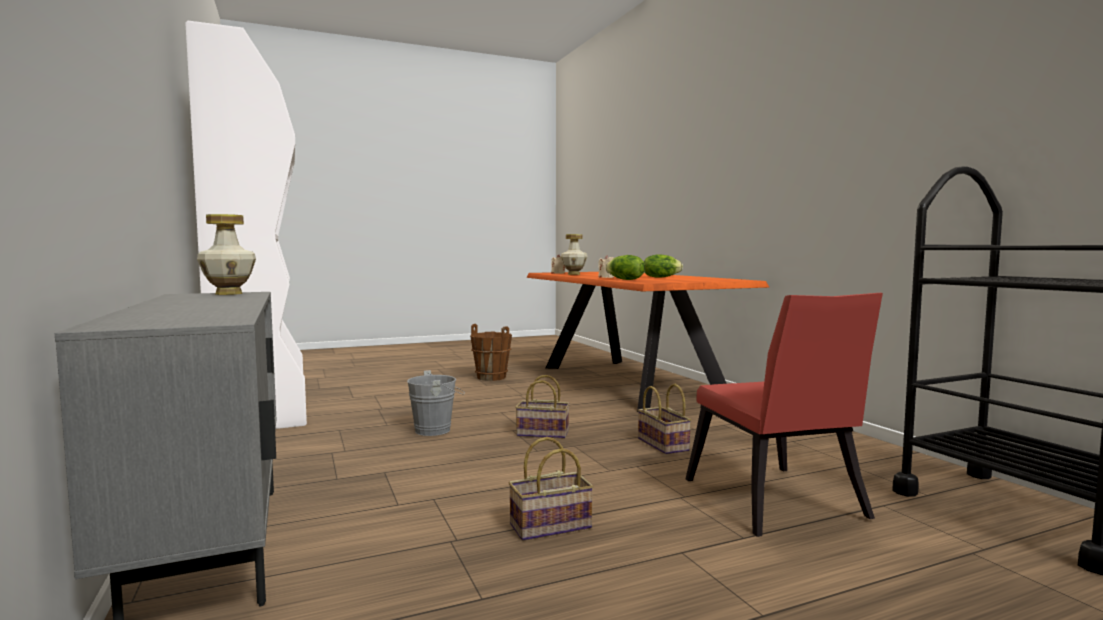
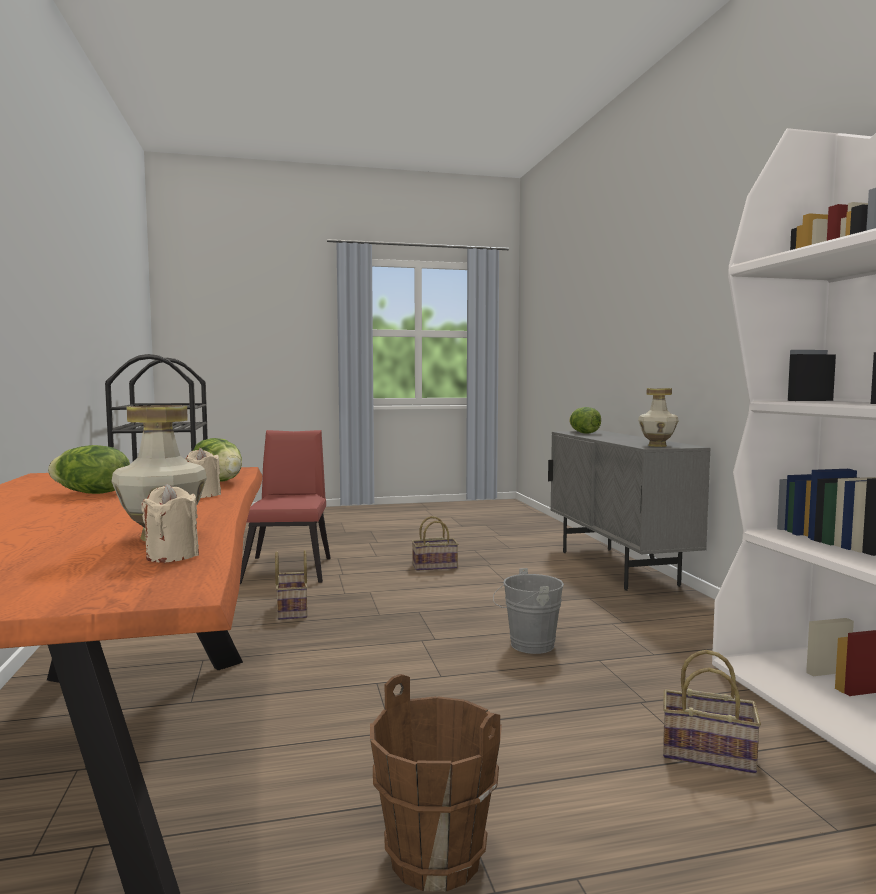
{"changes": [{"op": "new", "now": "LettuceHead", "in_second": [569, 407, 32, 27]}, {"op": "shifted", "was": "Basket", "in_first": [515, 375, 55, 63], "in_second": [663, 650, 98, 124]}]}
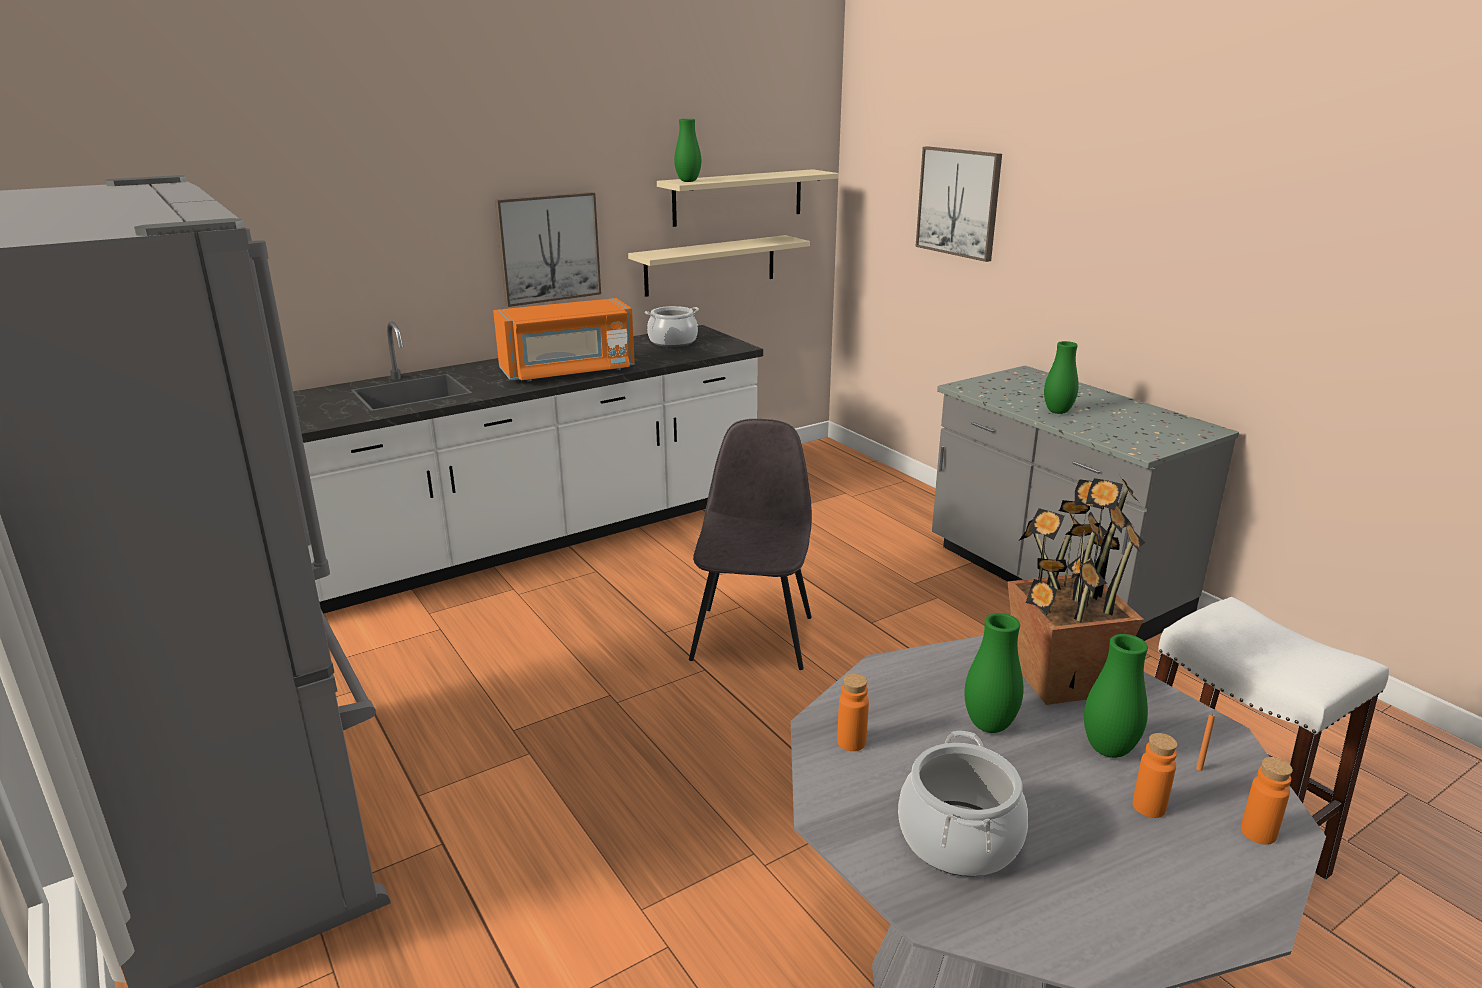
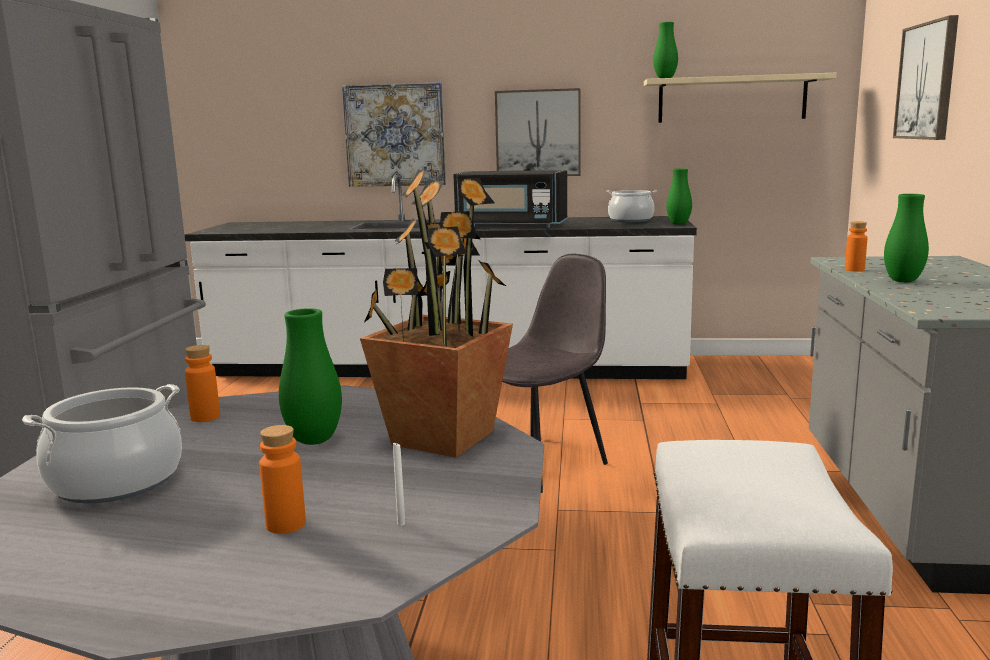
{"changes": [{"op": "gone", "was": "BeigeColouredShelf", "in_first": [628, 235, 182, 62]}, {"op": "new", "now": "Picture", "in_second": [342, 82, 104, 105]}, {"op": "shifted", "was": "GreenColouredFlowerVase", "in_first": [1084, 634, 64, 124], "in_second": [667, 169, 25, 56]}, {"op": "shifted", "was": "OrangeDrinkBottle", "in_first": [1241, 757, 52, 88], "in_second": [845, 222, 23, 49]}, {"op": "repainted", "was": "OrangeKitchenMicrowave", "now": "BlackishKitchenMicrowave", "in_first": [493, 298, 142, 84], "in_second": [453, 170, 114, 58]}, {"op": "repainted", "was": "OrangeCandle", "now": "WhiteColouredCandle", "in_first": [1196, 713, 19, 58], "in_second": [393, 442, 12, 84]}]}
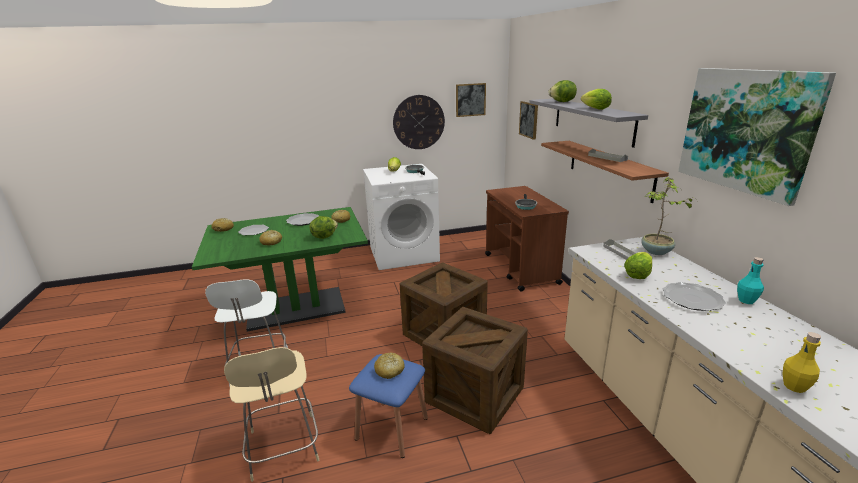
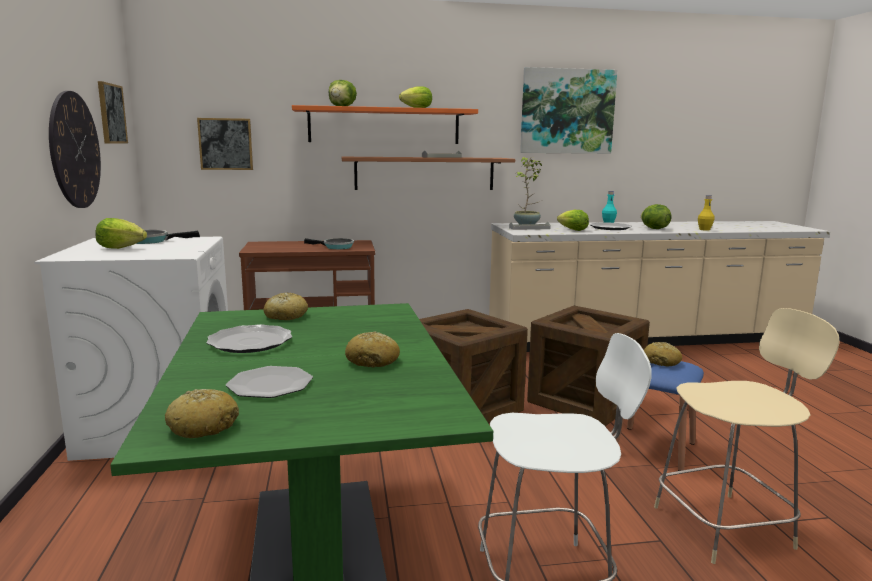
{"changes": [{"op": "shifted", "was": "LettuceHead", "in_first": [309, 216, 29, 23], "in_second": [641, 204, 30, 25]}, {"op": "repainted", "was": "GreyishShelf", "now": "OrangeShelf", "in_first": [529, 98, 119, 50], "in_second": [292, 105, 186, 39]}]}
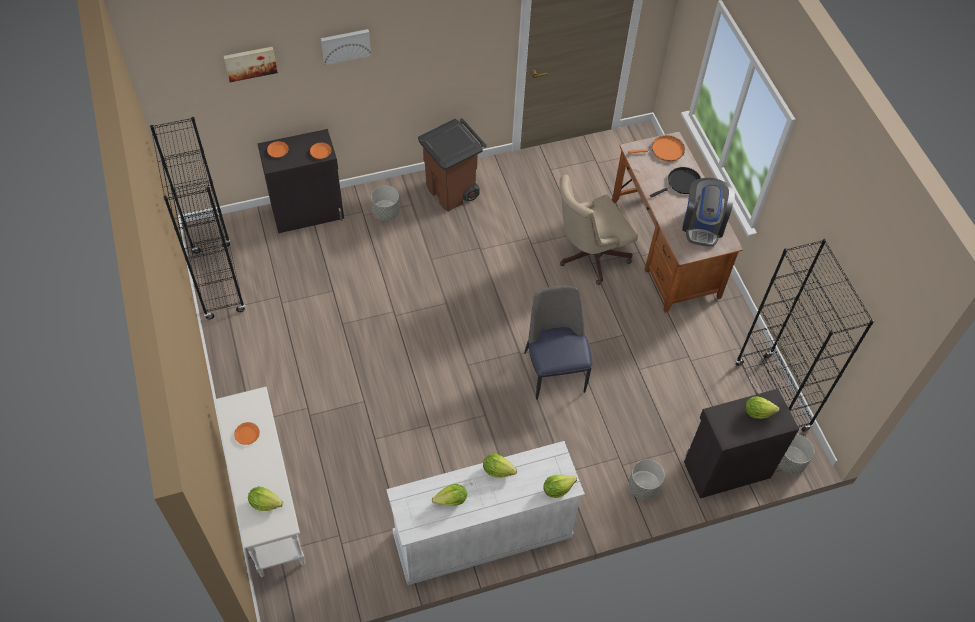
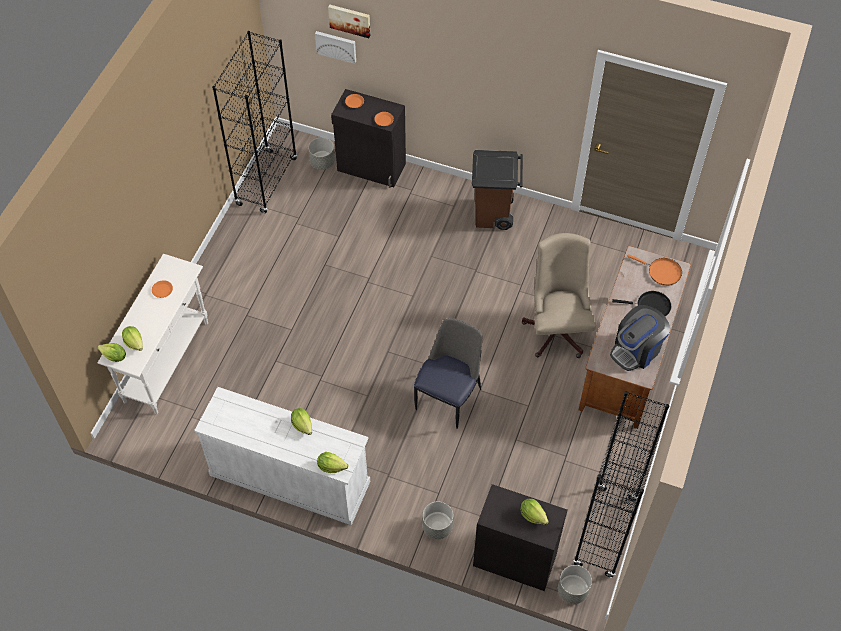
{"changes": [{"op": "shifted", "was": "Picture", "in_first": [321, 29, 50, 36], "in_second": [315, 31, 41, 33]}, {"op": "shifted", "was": "GreyishPlantPot", "in_first": [371, 186, 29, 35], "in_second": [308, 138, 27, 32]}, {"op": "shifted", "was": "LettuceHead", "in_first": [432, 484, 35, 22], "in_second": [97, 343, 29, 19]}, {"op": "rotated", "was": "BeigeColouredDeskChair", "in_first": [559, 175, 79, 110], "in_second": [522, 233, 74, 125], "clockwise": 75}]}
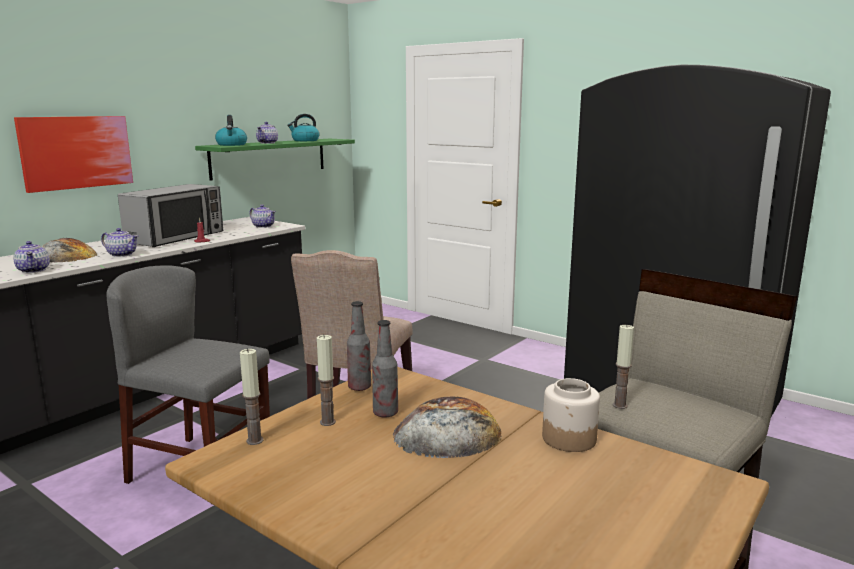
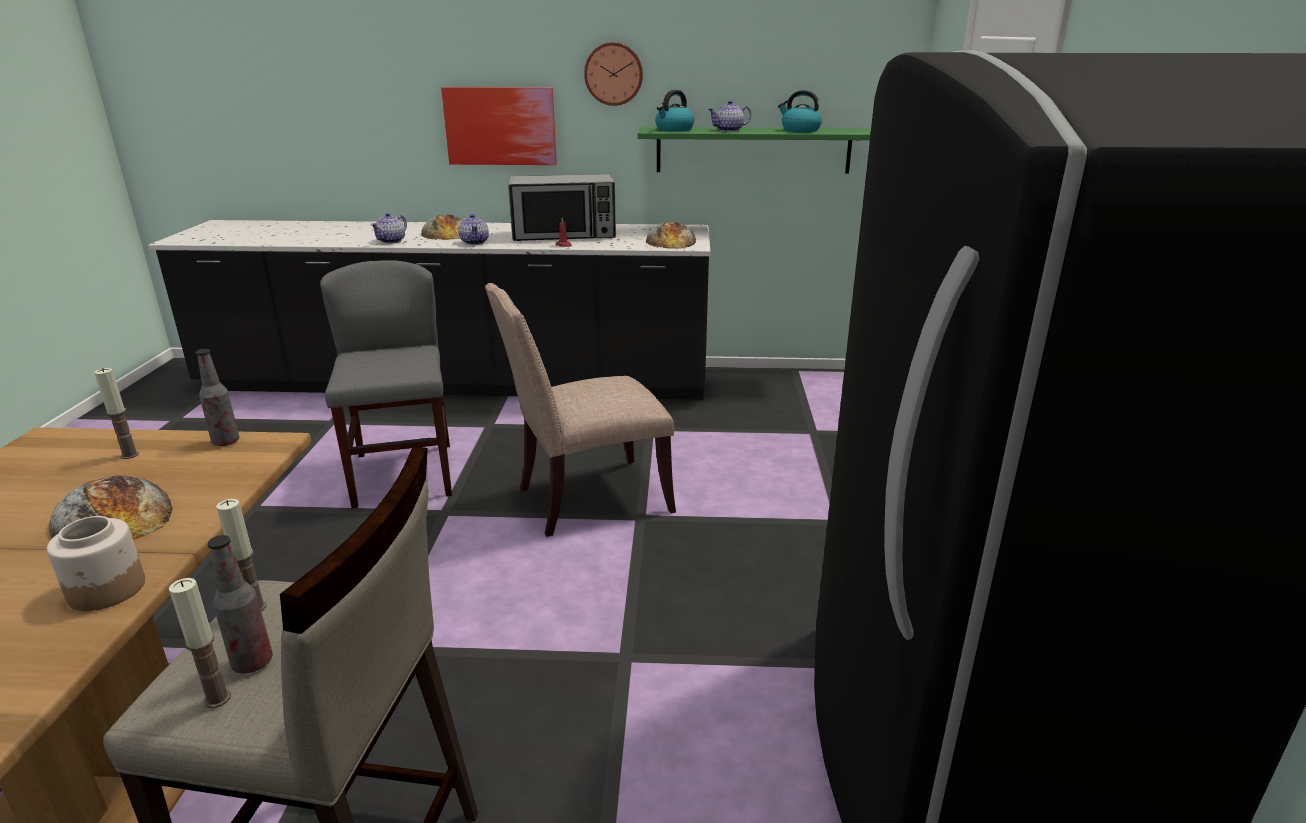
{"changes": [{"op": "new", "now": "WallClock", "in_second": [584, 42, 59, 64]}, {"op": "shifted", "was": "Candle", "in_first": [240, 348, 24, 97], "in_second": [169, 578, 62, 130]}, {"op": "shifted", "was": "DrinkBottle", "in_first": [372, 320, 26, 98], "in_second": [208, 535, 65, 138]}, {"op": "swapped", "was": "TeaPot", "now": "BakeryBread", "in_first": [249, 204, 27, 24], "in_second": [646, 222, 50, 27]}]}
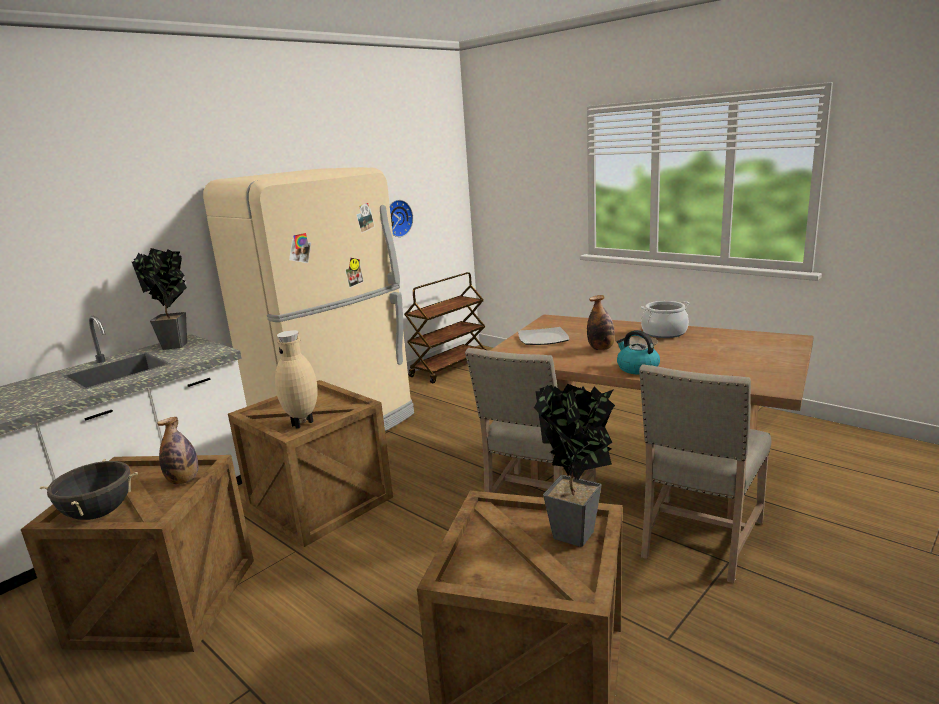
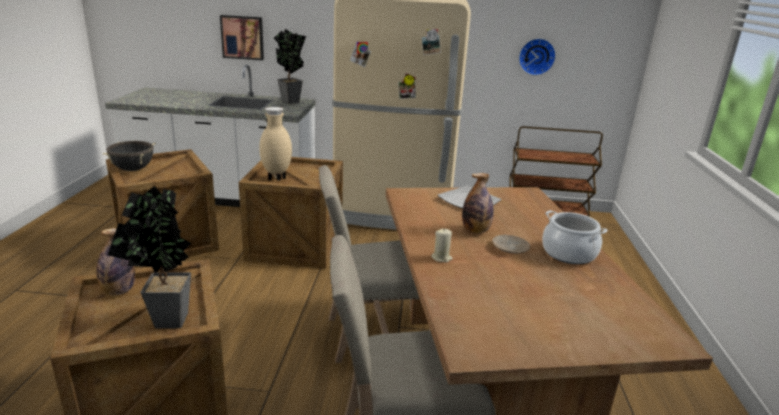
{"changes": [{"op": "new", "now": "Picture", "in_second": [220, 15, 44, 45]}, {"op": "shifted", "was": "DrinkBottle", "in_first": [157, 417, 41, 67], "in_second": [97, 228, 38, 67]}, {"op": "swapped", "was": "Kettle", "now": "BeigeColouredCandle", "in_first": [616, 330, 44, 45], "in_second": [431, 228, 22, 35]}]}
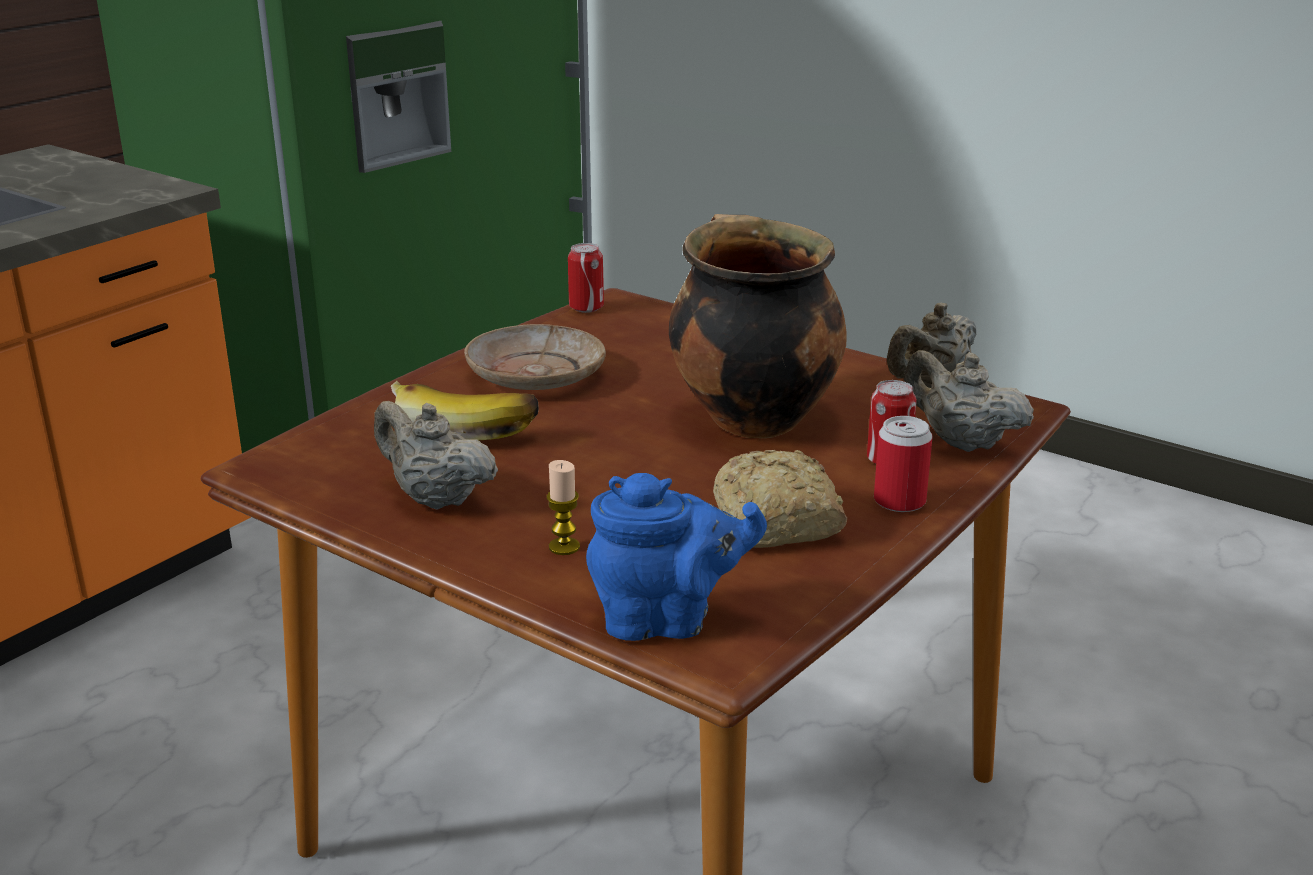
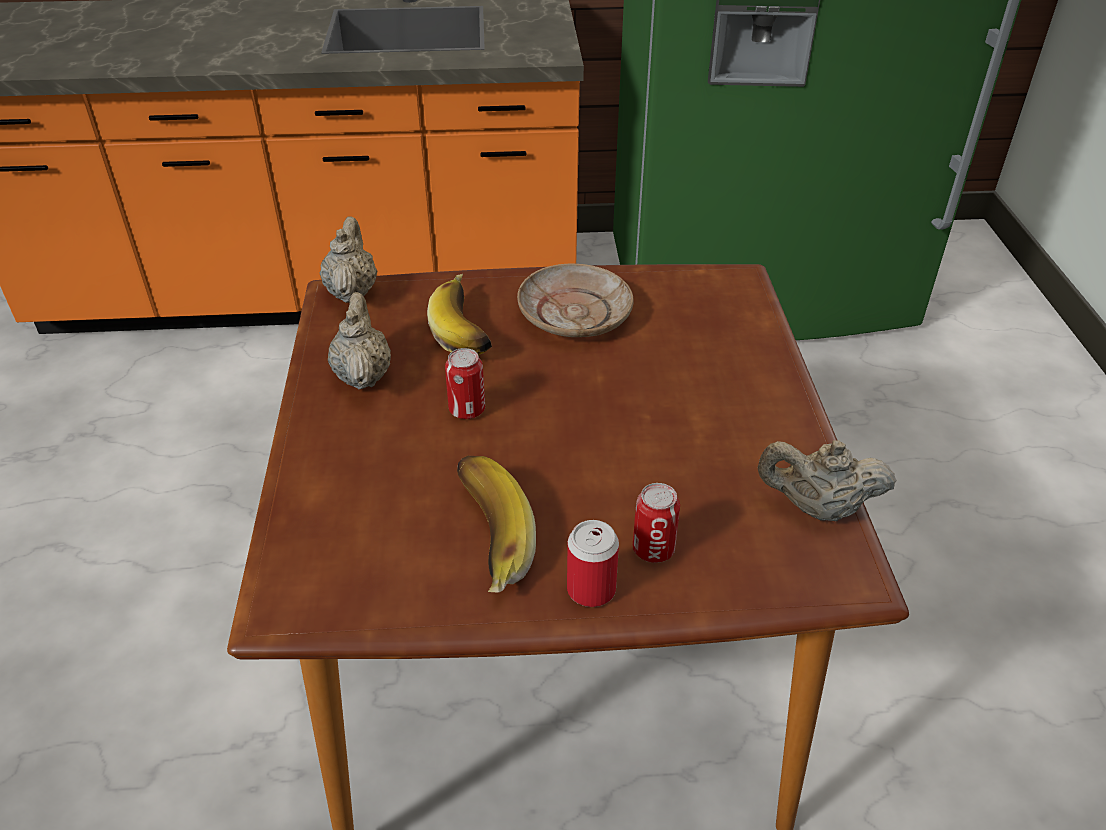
{"changes": [{"op": "gone", "was": "Candle", "in_first": [547, 460, 33, 95]}, {"op": "gone", "was": "BluishTeaPot", "in_first": [586, 473, 181, 168]}, {"op": "gone", "was": "Saucepot", "in_first": [669, 214, 178, 224]}, {"op": "shifted", "was": "MetalCan", "in_first": [568, 243, 36, 70], "in_second": [445, 348, 40, 71]}, {"op": "shifted", "was": "BeigeColouredTeaPot", "in_first": [904, 350, 130, 102], "in_second": [320, 216, 57, 87]}, {"op": "swapped", "was": "BakeryBread", "now": "WholeBanana", "in_first": [713, 450, 134, 98], "in_second": [457, 456, 79, 137]}]}
